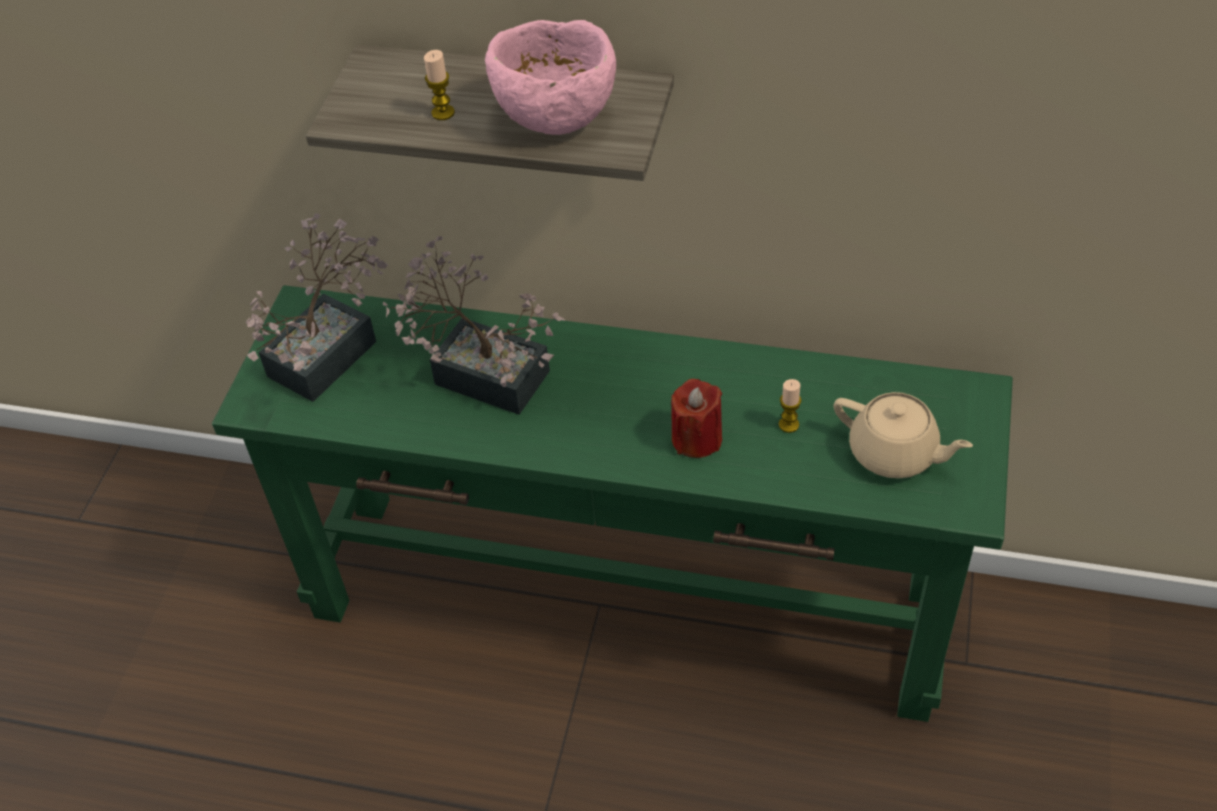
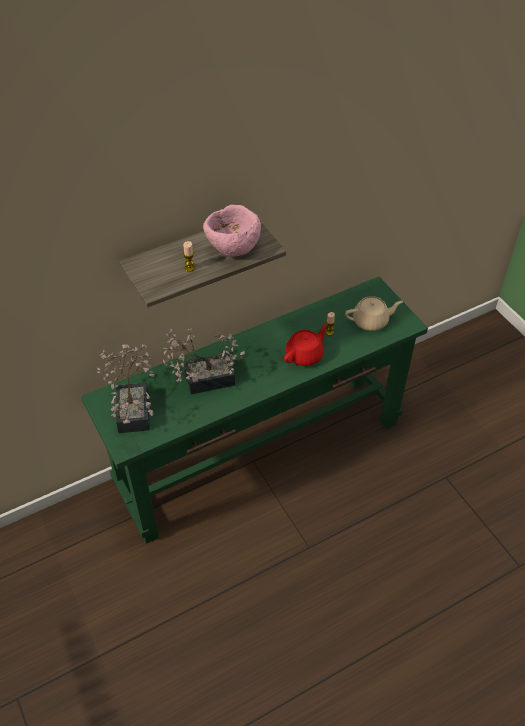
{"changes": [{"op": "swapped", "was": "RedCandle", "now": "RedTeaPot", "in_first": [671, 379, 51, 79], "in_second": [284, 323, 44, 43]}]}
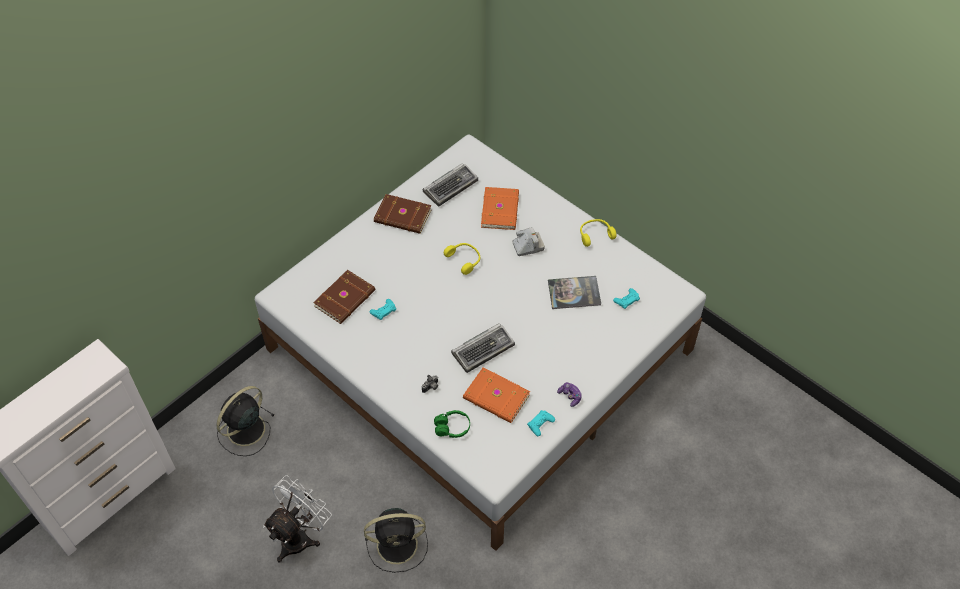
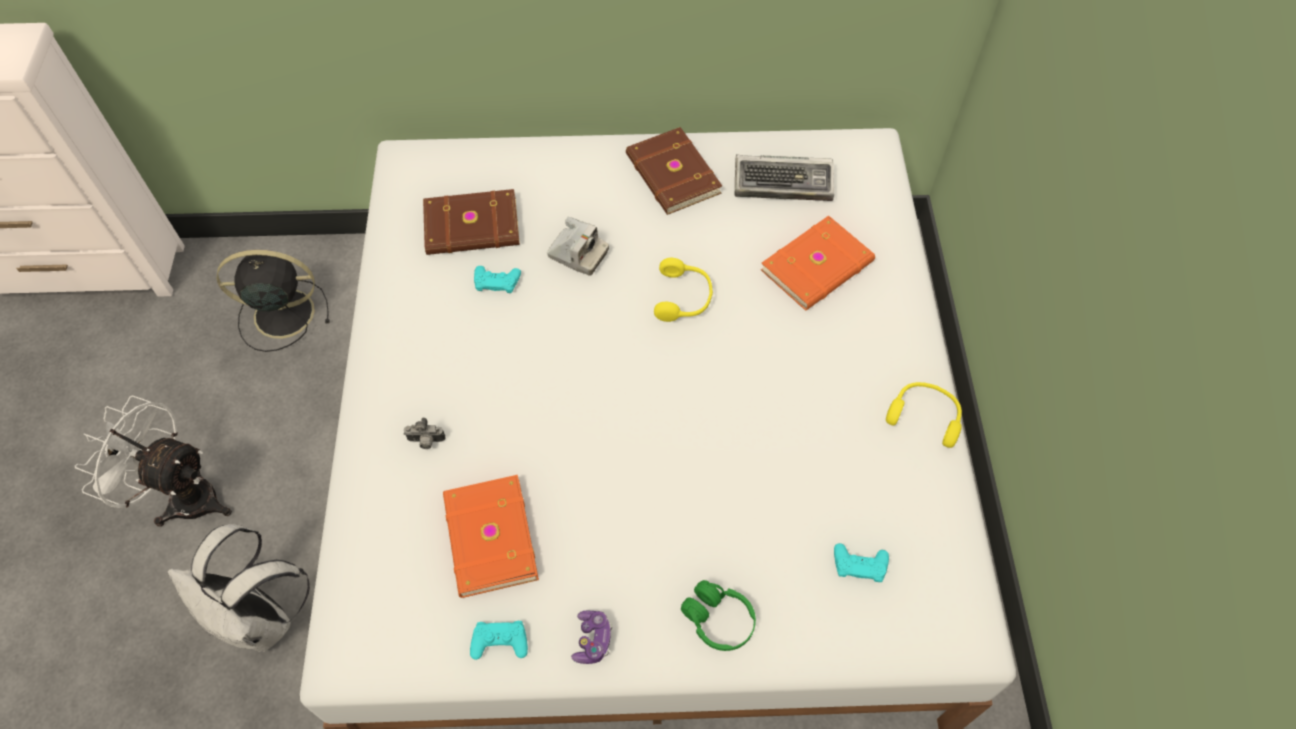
{"changes": [{"op": "gone", "was": "Keyboard", "in_first": [451, 323, 64, 50]}, {"op": "gone", "was": "Book", "in_first": [548, 276, 53, 33]}, {"op": "shifted", "was": "GreenColouredPairOfHeadphones", "in_first": [434, 410, 36, 28], "in_second": [681, 580, 75, 71]}, {"op": "shifted", "was": "PhotoCamera", "in_first": [513, 227, 32, 29], "in_second": [547, 217, 62, 59]}, {"op": "swapped", "was": "BlackishCoolingFan", "now": "WhiteColouredBackpack", "in_first": [364, 508, 64, 65], "in_second": [168, 524, 142, 128]}, {"op": "rotated", "was": "WhiteColouredCoolingFan", "in_first": [263, 475, 69, 88], "in_second": [75, 395, 157, 132], "clockwise": -150}]}
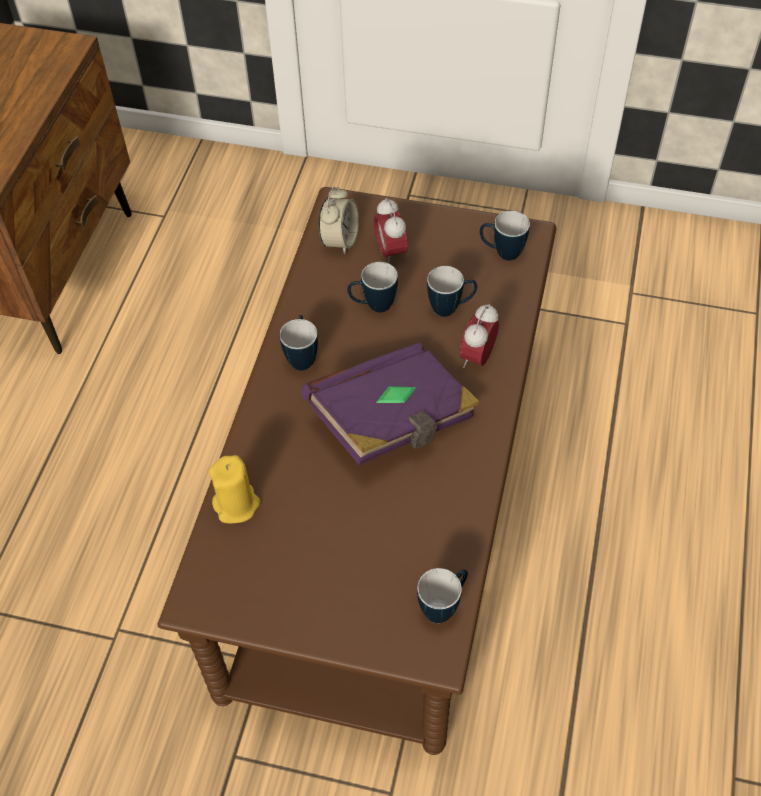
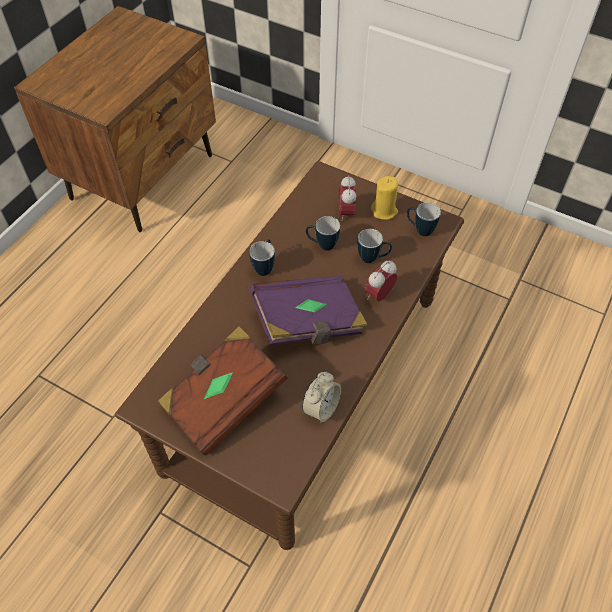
{"changes": [{"op": "gone", "was": "CoffeeMug", "in_first": [417, 568, 51, 55]}, {"op": "new", "now": "BrownBook", "in_second": [158, 326, 129, 130]}, {"op": "shifted", "was": "YellowColouredCandle", "in_first": [209, 455, 51, 68], "in_second": [371, 176, 27, 44]}, {"op": "shifted", "was": "BedsideClock", "in_first": [319, 186, 40, 69], "in_second": [302, 372, 39, 51]}]}
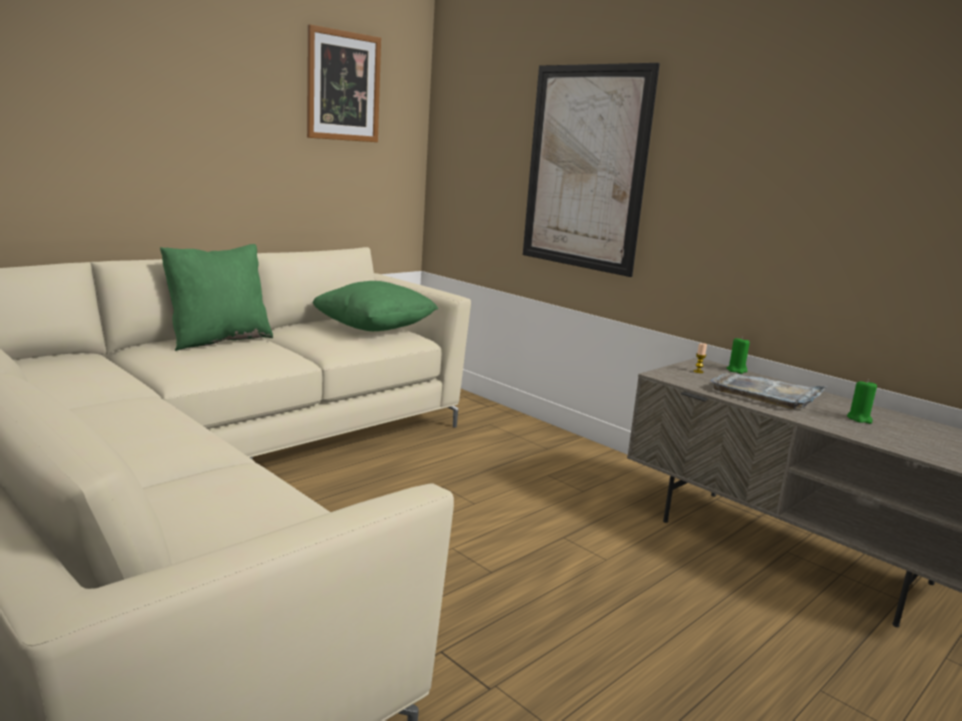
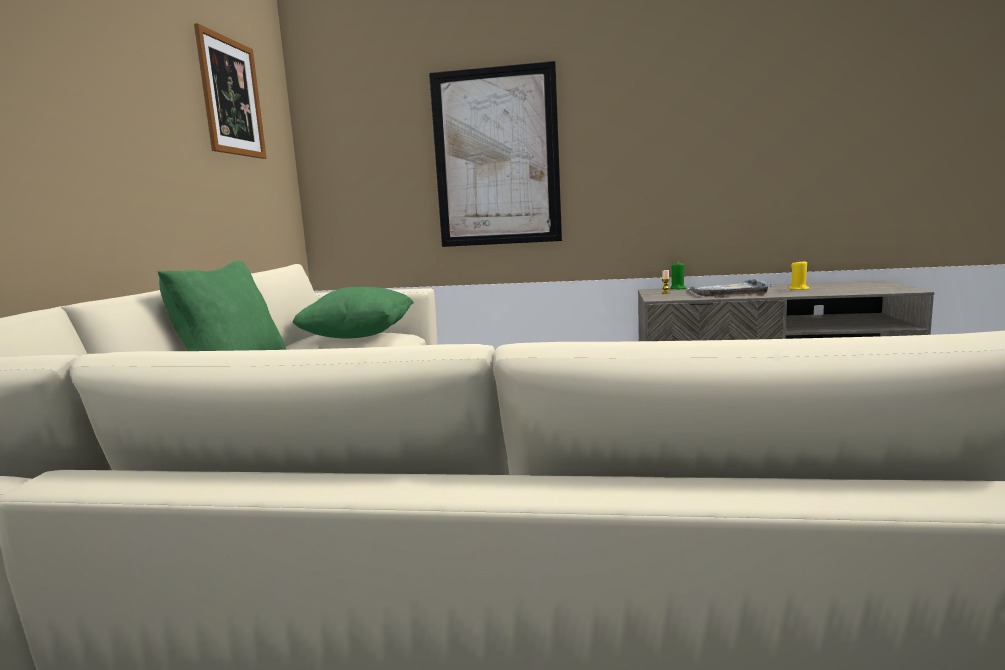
{"changes": [{"op": "repainted", "was": "GreenColouredCandle", "now": "YellowColouredCandle", "in_first": [847, 380, 30, 44], "in_second": [789, 260, 21, 30]}]}
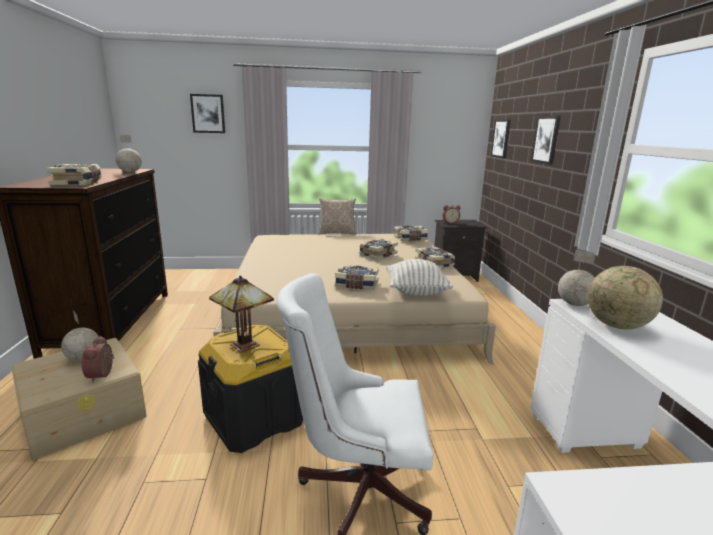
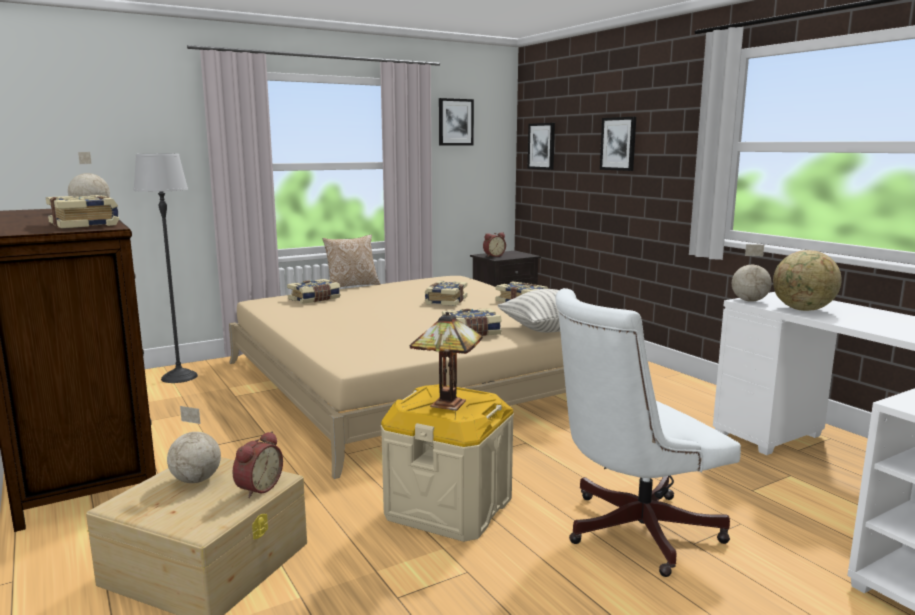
{"changes": [{"op": "new", "now": "StandingLamp", "in_second": [133, 154, 65, 229]}, {"op": "shifted", "was": "Picture", "in_first": [190, 94, 35, 39], "in_second": [439, 98, 35, 47]}, {"op": "shifted", "was": "Book", "in_first": [394, 226, 35, 15], "in_second": [287, 279, 54, 25]}, {"op": "repainted", "was": "BlackishStorageBox", "now": "BeigeColouredStorageBox", "in_first": [198, 325, 105, 128], "in_second": [381, 384, 133, 158]}, {"op": "rotated", "was": "BedsideClock", "in_first": [82, 336, 32, 47], "in_second": [232, 431, 51, 67], "clockwise": -120}]}
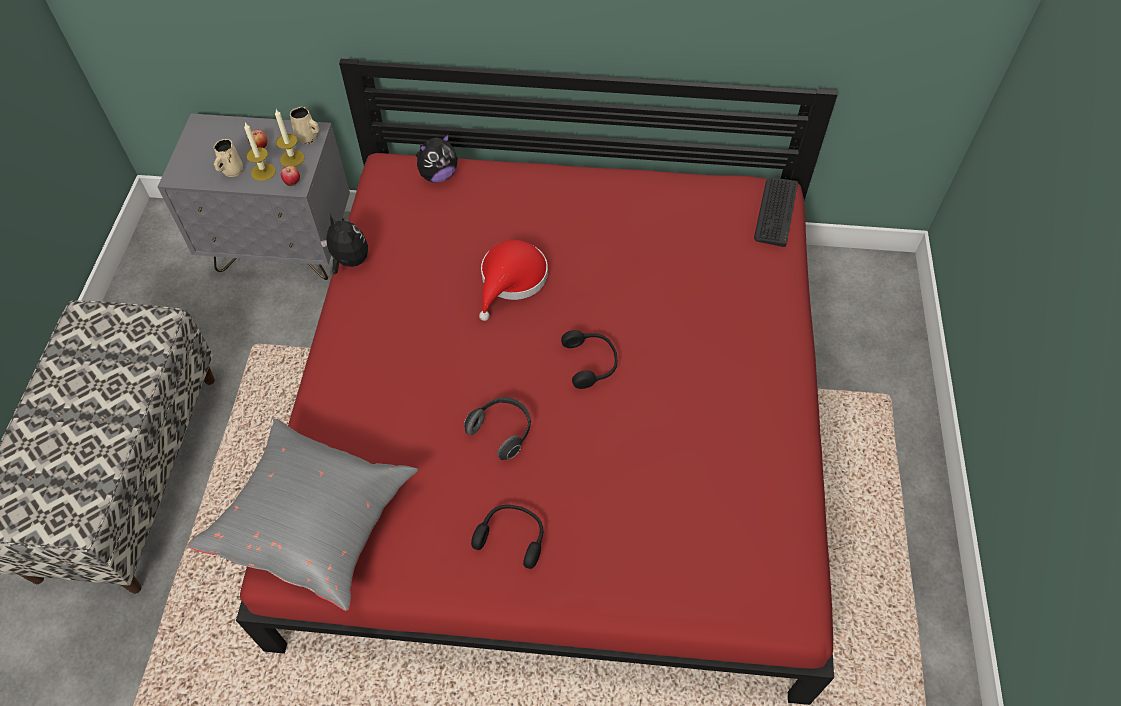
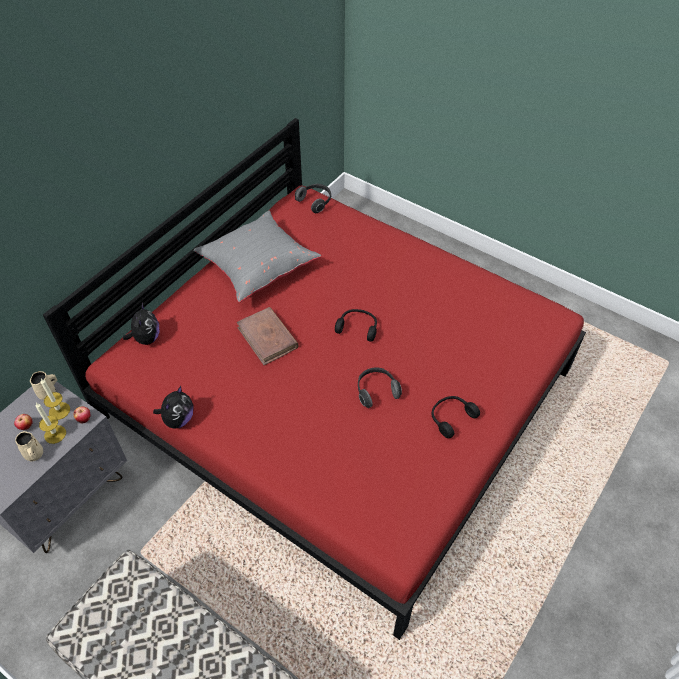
{"changes": [{"op": "shifted", "was": "GreyishPillow", "in_first": [188, 419, 230, 192], "in_second": [194, 211, 127, 91]}, {"op": "swapped", "was": "RedWearableHat", "now": "BrownBook", "in_first": [479, 240, 69, 81], "in_second": [237, 307, 62, 58]}, {"op": "swapped", "was": "Keyboard", "now": "PairOfHeadphones", "in_first": [754, 178, 44, 69], "in_second": [295, 184, 36, 29]}, {"op": "rotated", "was": "PlushToy", "in_first": [320, 213, 48, 61], "in_second": [153, 386, 40, 43], "clockwise": 135}]}
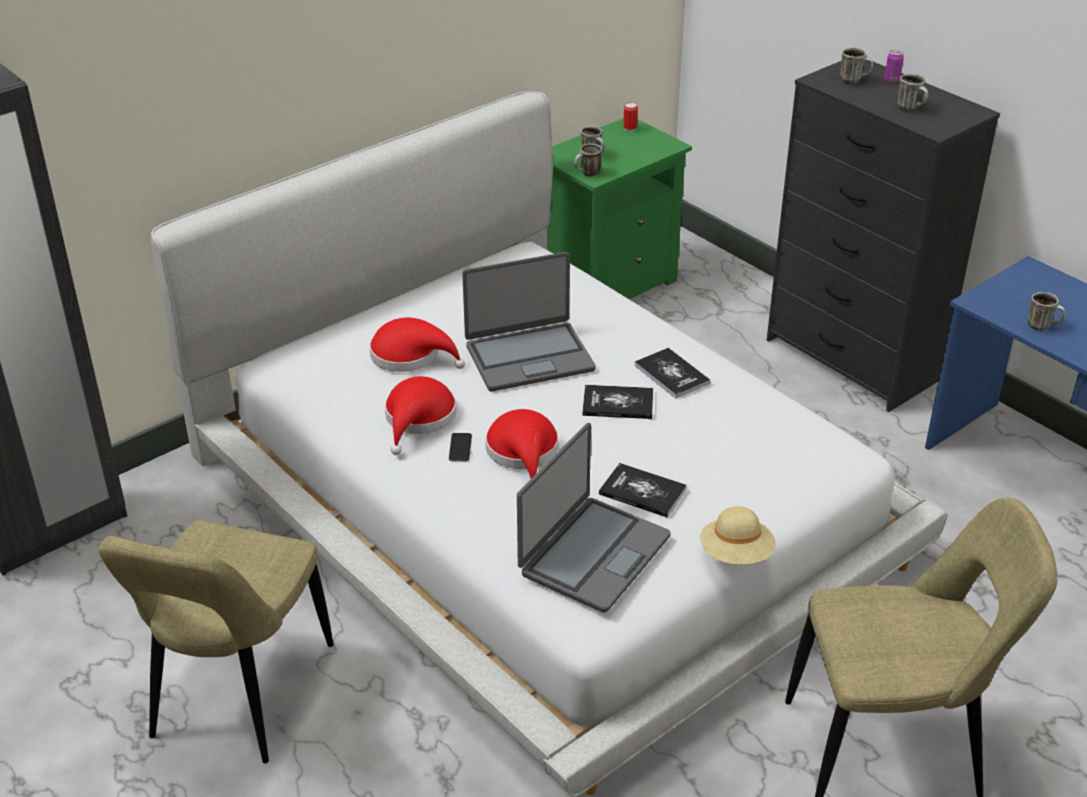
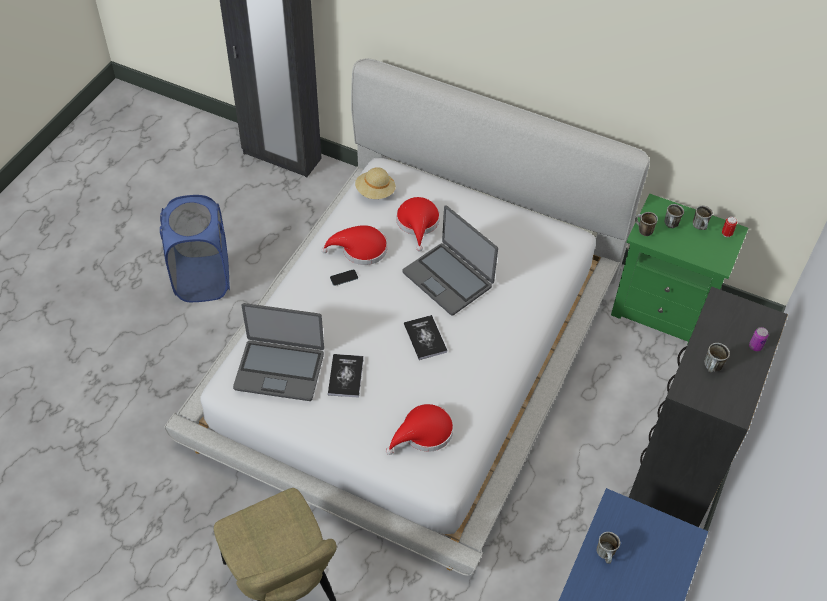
{"changes": [{"op": "gone", "was": "Book", "in_first": [634, 348, 77, 51]}, {"op": "shifted", "was": "RedWearableHat", "in_first": [485, 409, 74, 69], "in_second": [386, 404, 67, 51]}, {"op": "shifted", "was": "BeigeColouredWearableHat", "in_first": [700, 506, 76, 59], "in_second": [355, 167, 41, 32]}, {"op": "shifted", "was": "CoffeeMug", "in_first": [840, 48, 33, 36], "in_second": [693, 206, 20, 24]}, {"op": "swapped", "was": "BeigeColouredUprightChair", "now": "BluishLaundryBasket", "in_first": [98, 521, 236, 242], "in_second": [160, 195, 70, 107]}]}
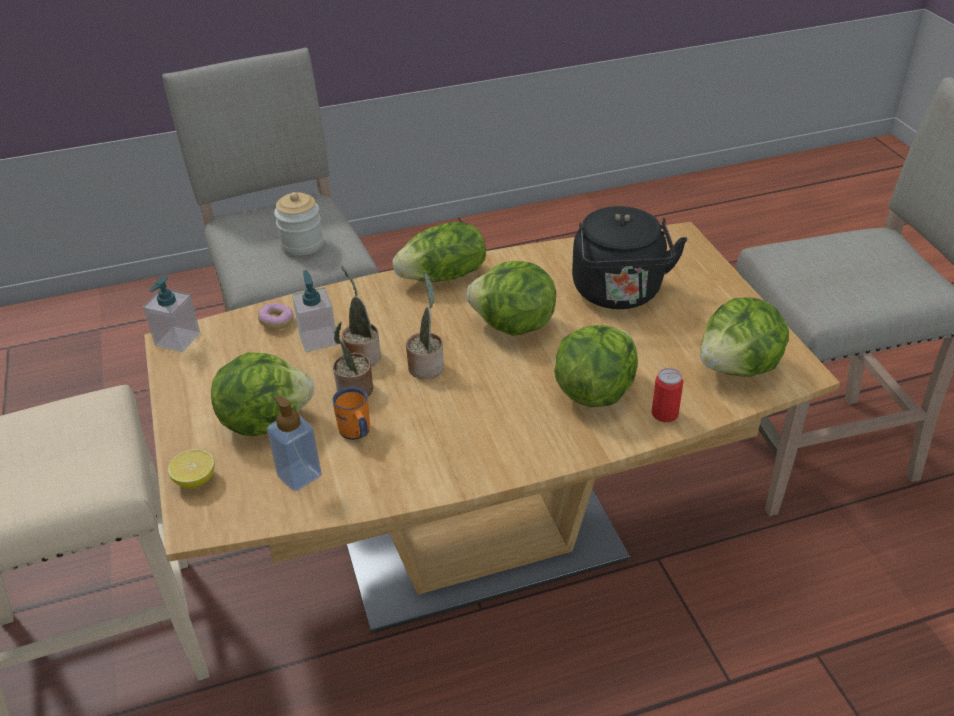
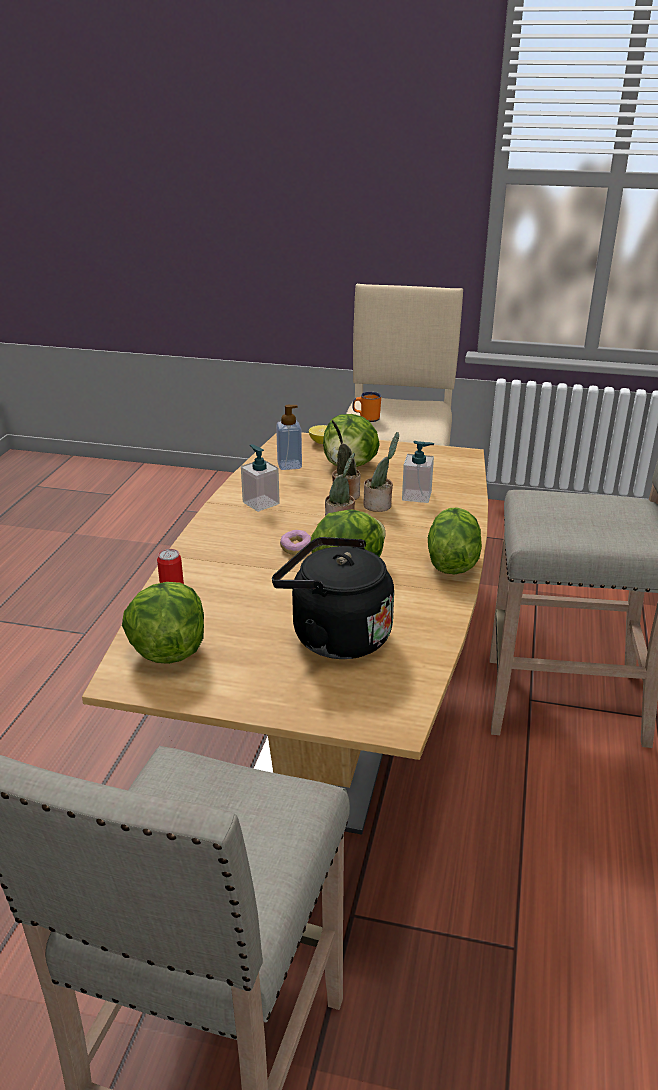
{"changes": [{"op": "gone", "was": "PreserveJar", "in_first": [274, 192, 50, 64]}, {"op": "gone", "was": "LettuceHead", "in_first": [554, 325, 84, 82]}, {"op": "shifted", "was": "SoapBottle", "in_first": [143, 276, 58, 76], "in_second": [241, 444, 39, 68]}, {"op": "shifted", "was": "RingDoughnut", "in_first": [258, 303, 36, 26], "in_second": [280, 530, 31, 25]}, {"op": "shifted", "was": "OrangeCoffeeMug", "in_first": [332, 387, 38, 53], "in_second": [352, 392, 29, 30]}]}
